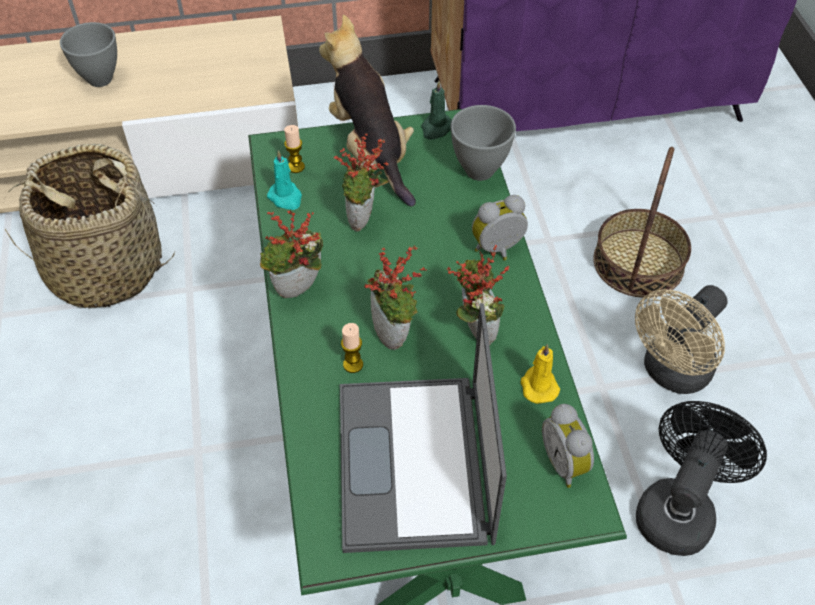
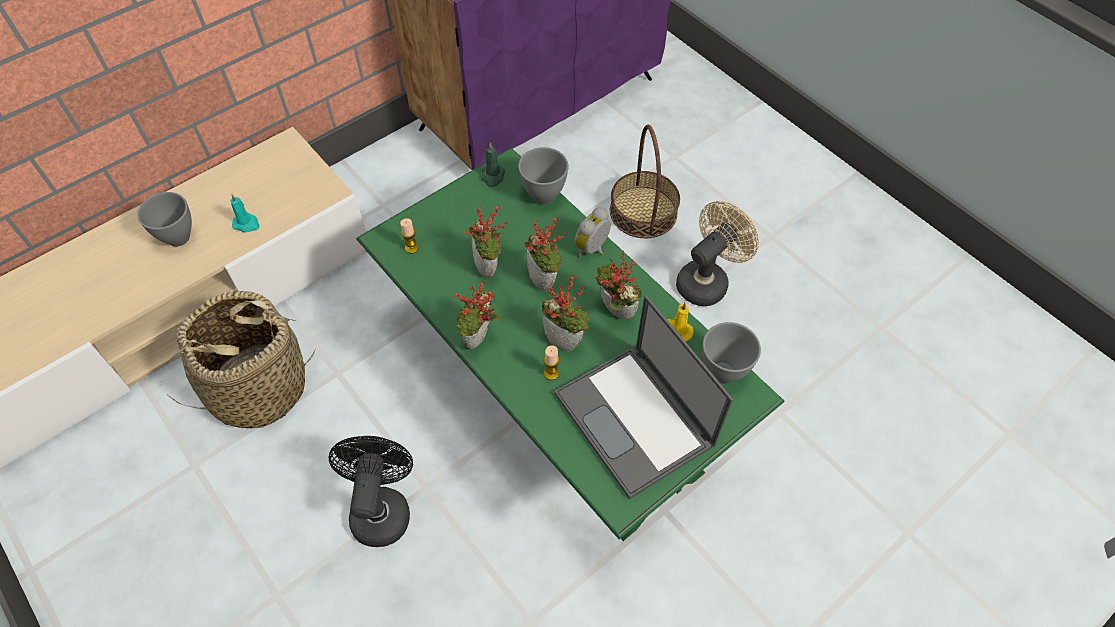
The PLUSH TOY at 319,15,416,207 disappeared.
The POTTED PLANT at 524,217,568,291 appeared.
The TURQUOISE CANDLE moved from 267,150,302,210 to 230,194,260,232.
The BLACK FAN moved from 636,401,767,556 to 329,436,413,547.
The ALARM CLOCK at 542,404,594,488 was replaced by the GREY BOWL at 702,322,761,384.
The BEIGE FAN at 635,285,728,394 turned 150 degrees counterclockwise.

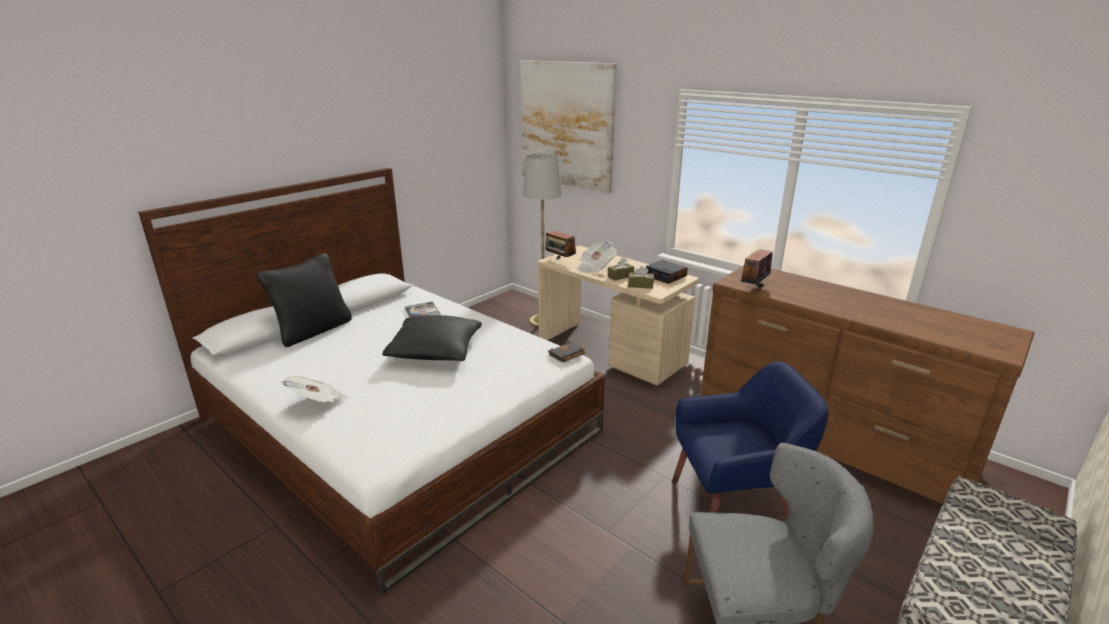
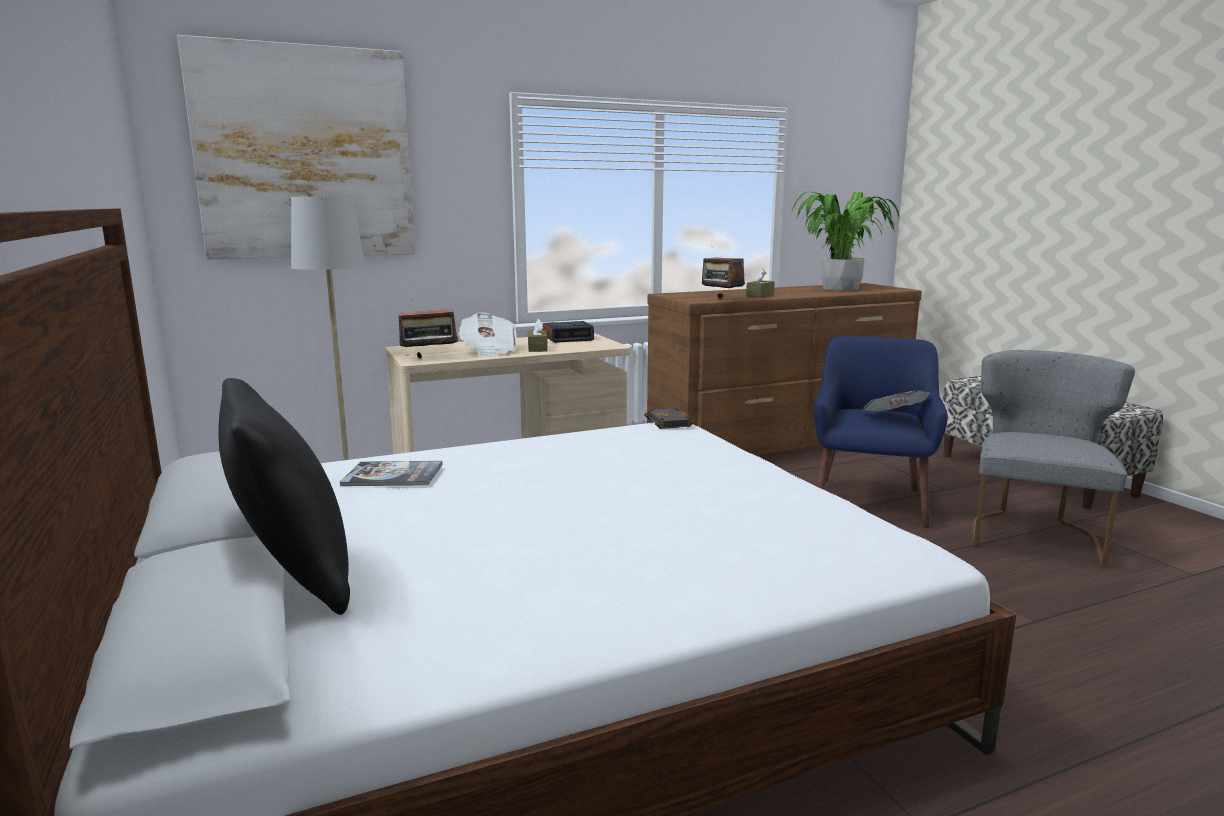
The BLACK PILLOW at 382,315,482,361 disappeared.
The POTTED PLANT at 792,192,899,291 appeared.
The NEWSPAPER moved from 280,376,348,402 to 862,390,930,411.
The BROWN TISSUE BOX moved from 628,266,654,289 to 746,269,775,298.

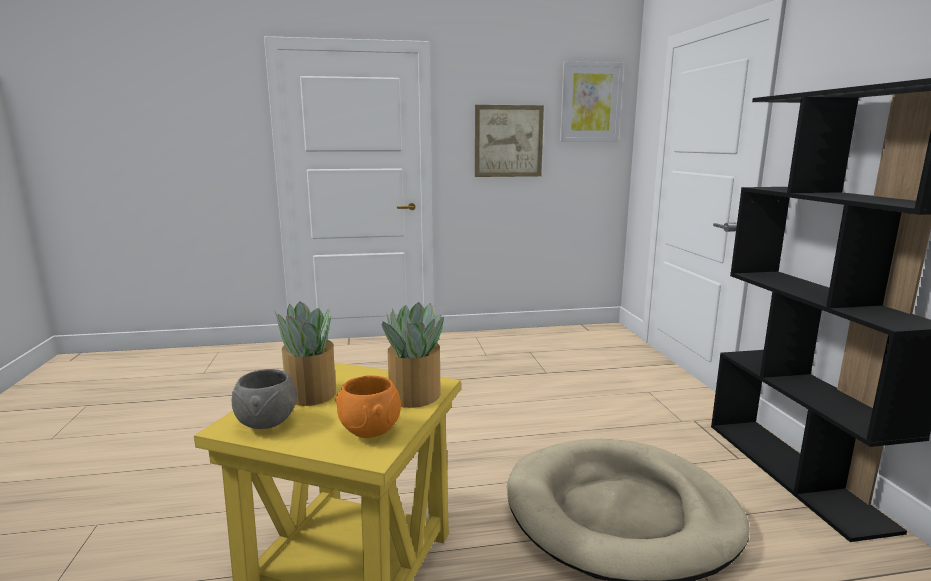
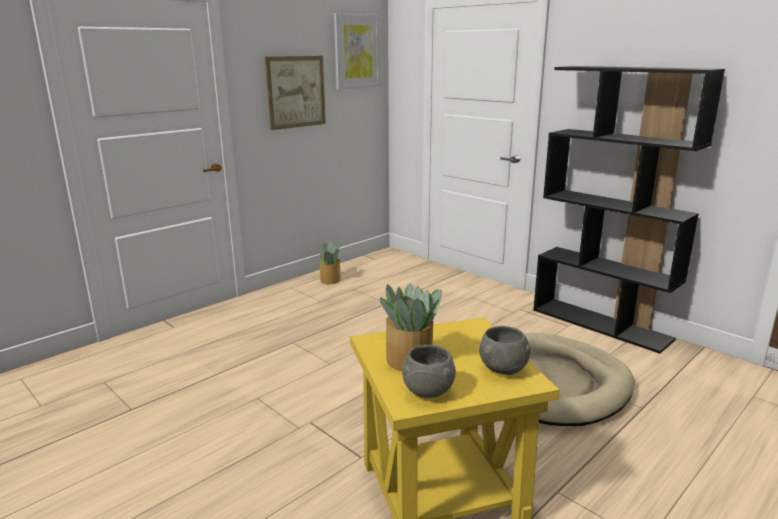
The POTTED PLANT moved from 382,302,444,408 to 318,241,341,284.
The ORANGE BOWL at 335,375,401,438 became the GREY BOWL at 479,326,530,375.

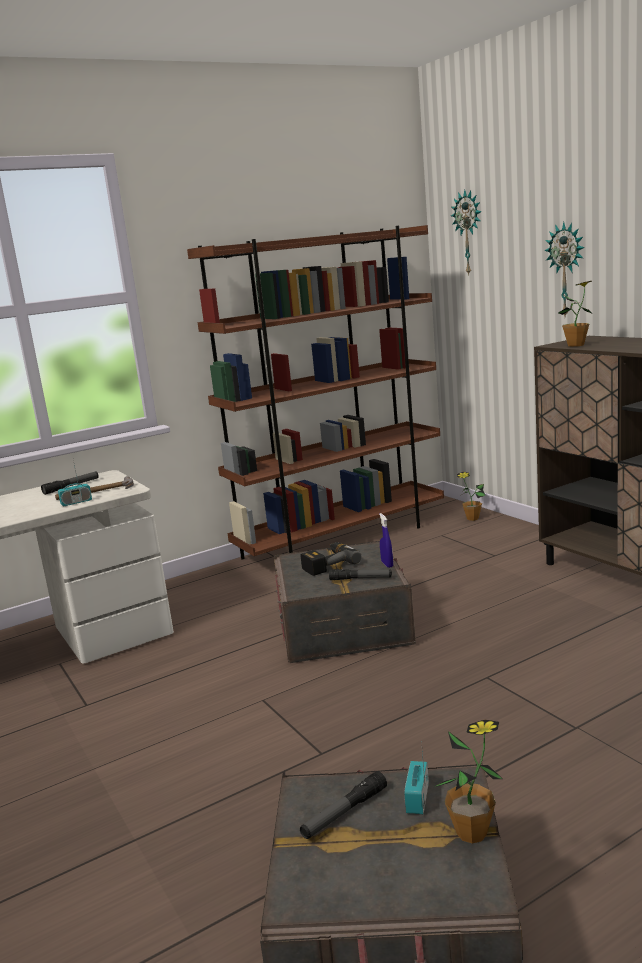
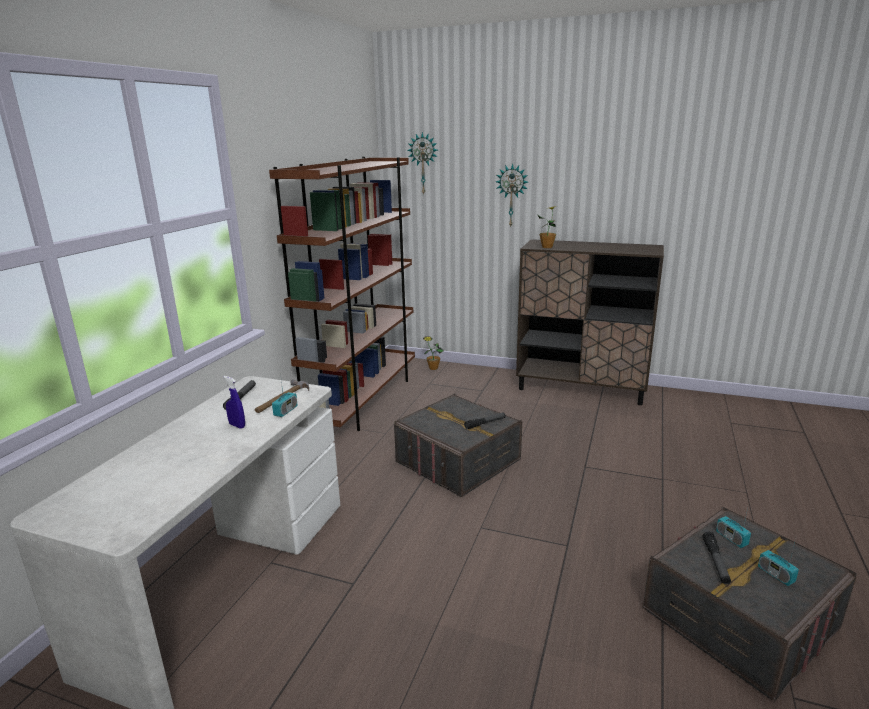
The POWER DRILL at 300,542,362,576 disappeared.
The POTTED PLANT at 435,720,503,844 disappeared.
The RADIO at 758,539,799,586 appeared.
The BLUE SPRAY BOTTLE moved from 379,513,393,568 to 223,376,245,429.

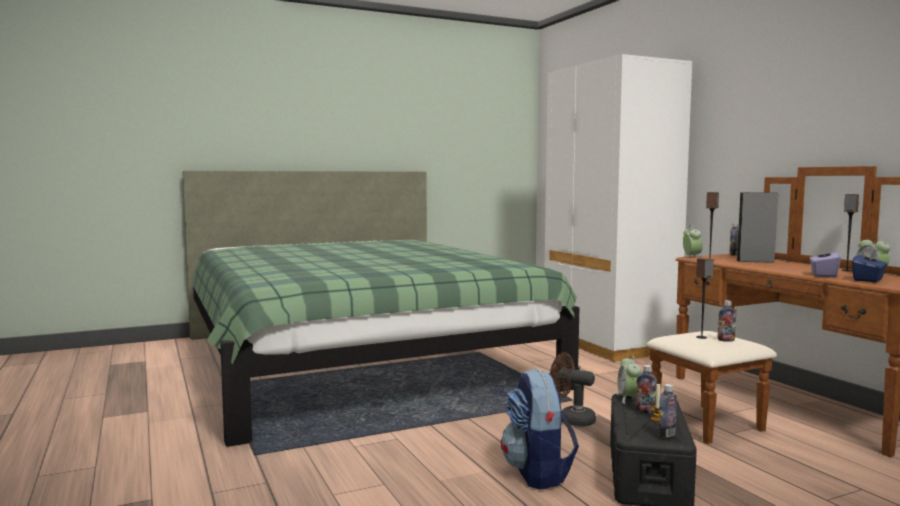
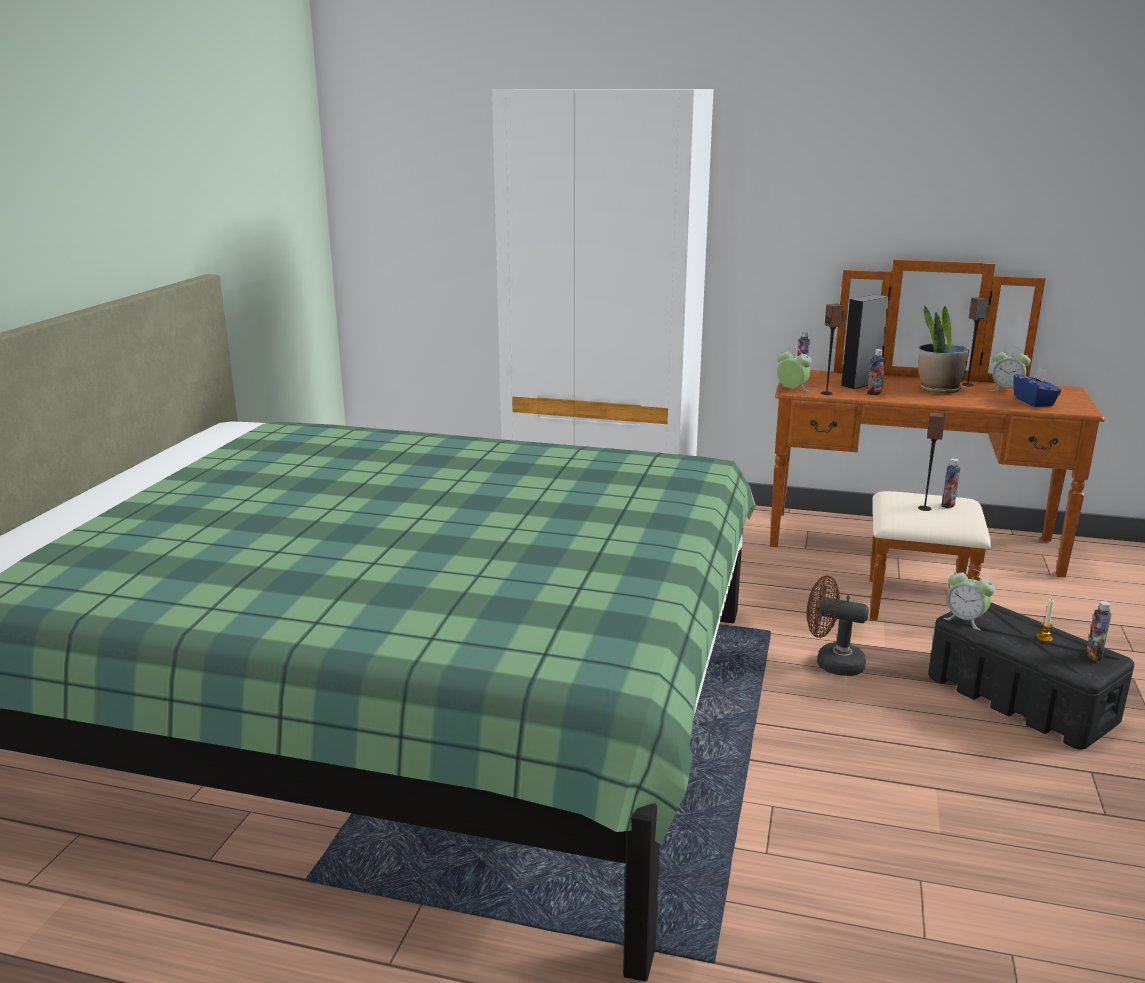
The BACKPACK at 501,368,579,490 disappeared.
The PURPLE TISSUE BOX at 809,247,841,277 disappeared.
The POTTED PLANT at 918,306,969,394 appeared.
The BOTTLE moved from 636,365,657,413 to 867,349,885,395.
The BROWN FAN at 550,352,596,426 turned 45 degrees clockwise.

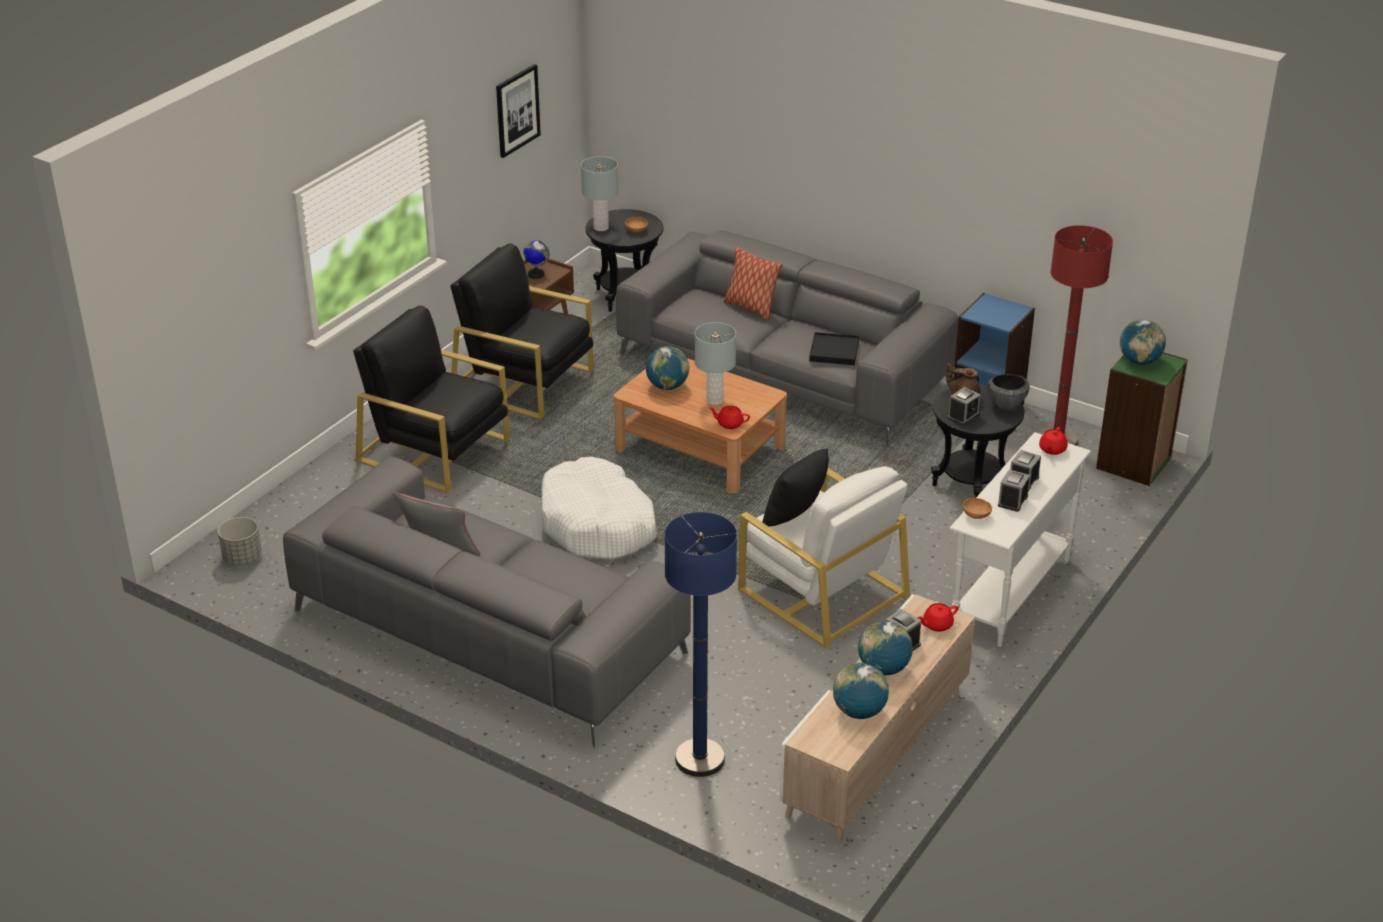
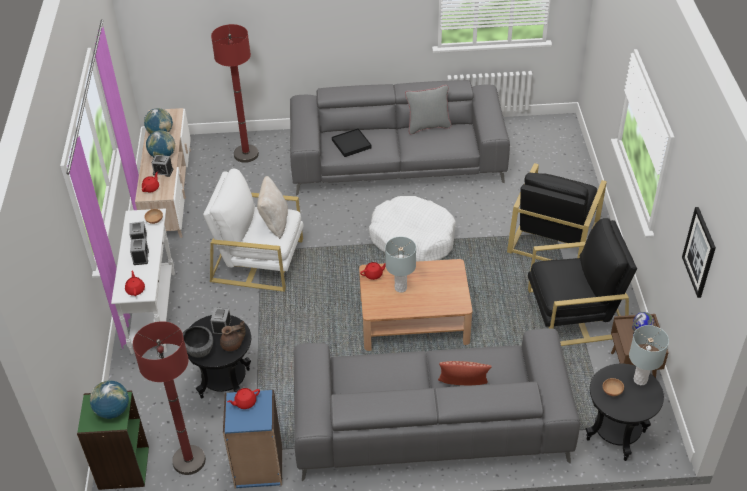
The GREY PLANTER at 218,517,262,565 disappeared.
The GLOBE at 646,346,689,390 disappeared.
The RED TEAPOT at 227,388,260,409 appeared.
The BLACK TRAY moved from 809,332,859,365 to 332,128,372,157.
The BLUE FLOOR LAMP at 665,512,737,777 became the RED FLOOR LAMP at 211,24,259,163.
The BLACK PILLOW at 762,448,829,527 became the BEIGE PILLOW at 257,176,288,239.
The BLACK ARMCHAIR at 353,306,510,493 turned 120 degrees clockwise.

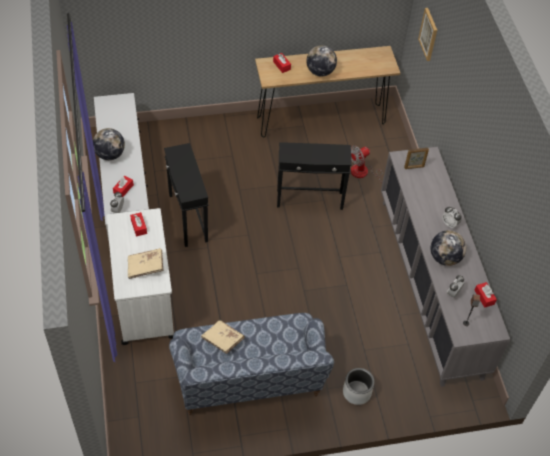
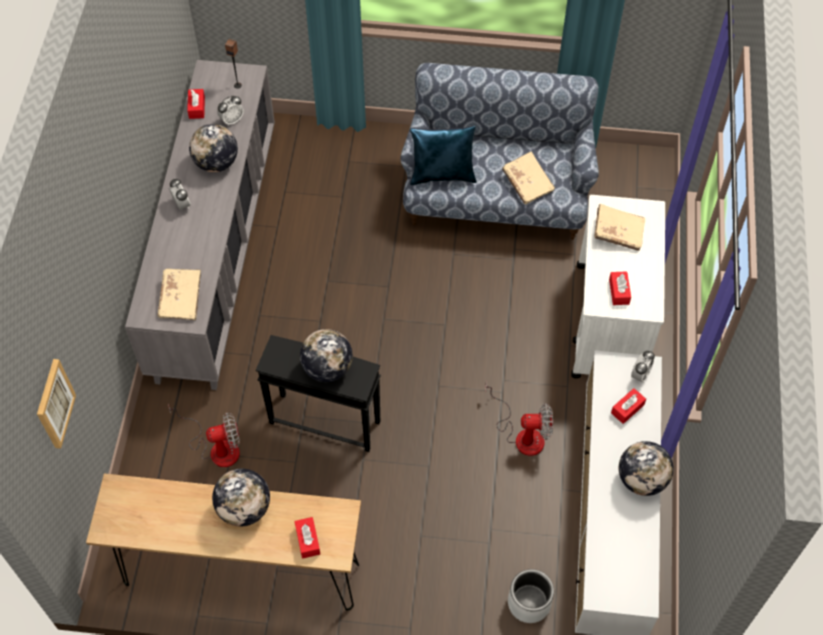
The GLOBE at 300,329,353,382 appeared.
The BLUE PILLOW at 410,126,477,185 appeared.
The GREY PLANTER moved from 343,368,374,405 to 508,569,554,623.
The BLACK SIDE TABLE at 164,143,209,247 was replaced by the FAN at 485,384,553,456.
The PICTURE FRAME at 404,148,429,169 was replaced by the BEIGE BOOK at 158,269,201,320.

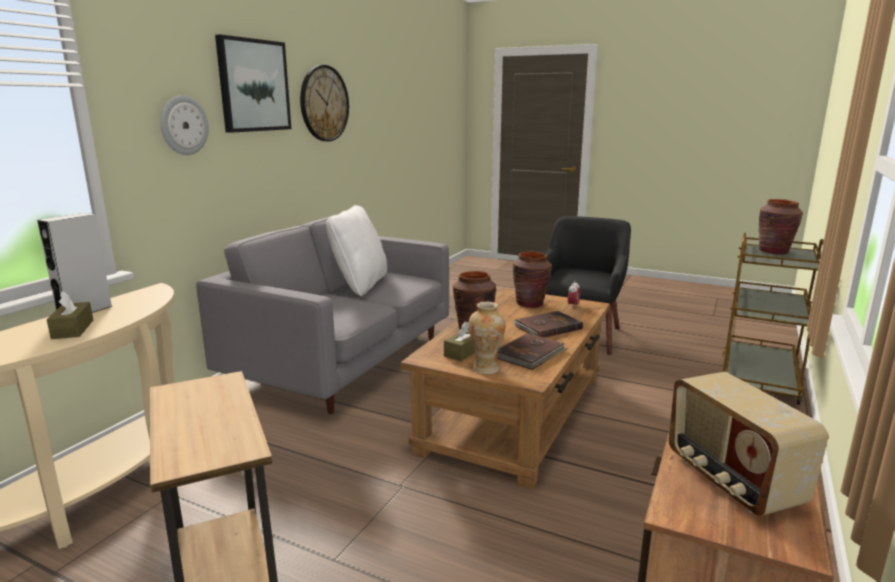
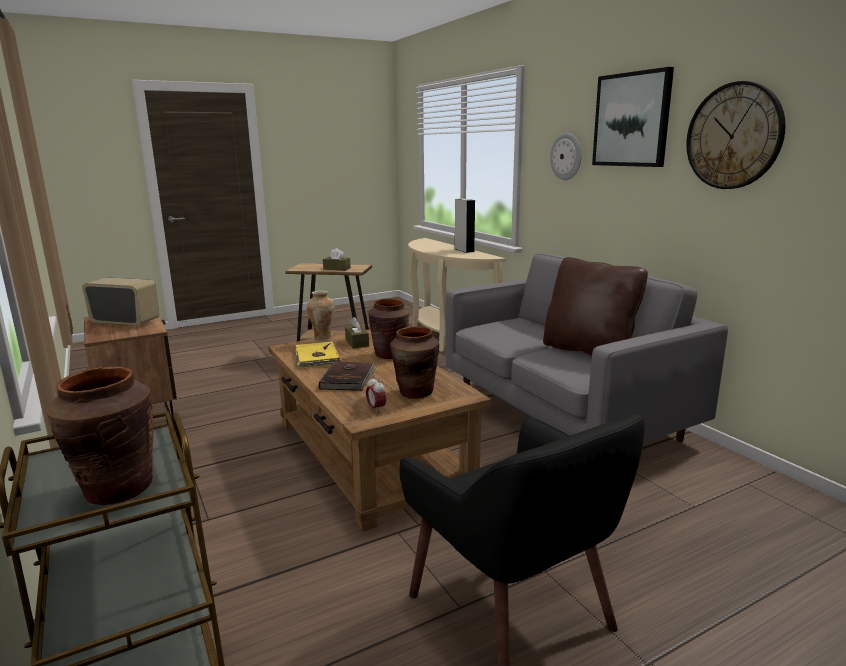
The BROWN TISSUE BOX moved from 47,291,93,339 to 323,248,351,271.
The WHITE PILLOW at 326,205,387,296 became the BROWN PILLOW at 543,257,648,356.
The BROWN BOOK at 497,333,568,370 became the YELLOW BOOK at 295,341,340,368.

